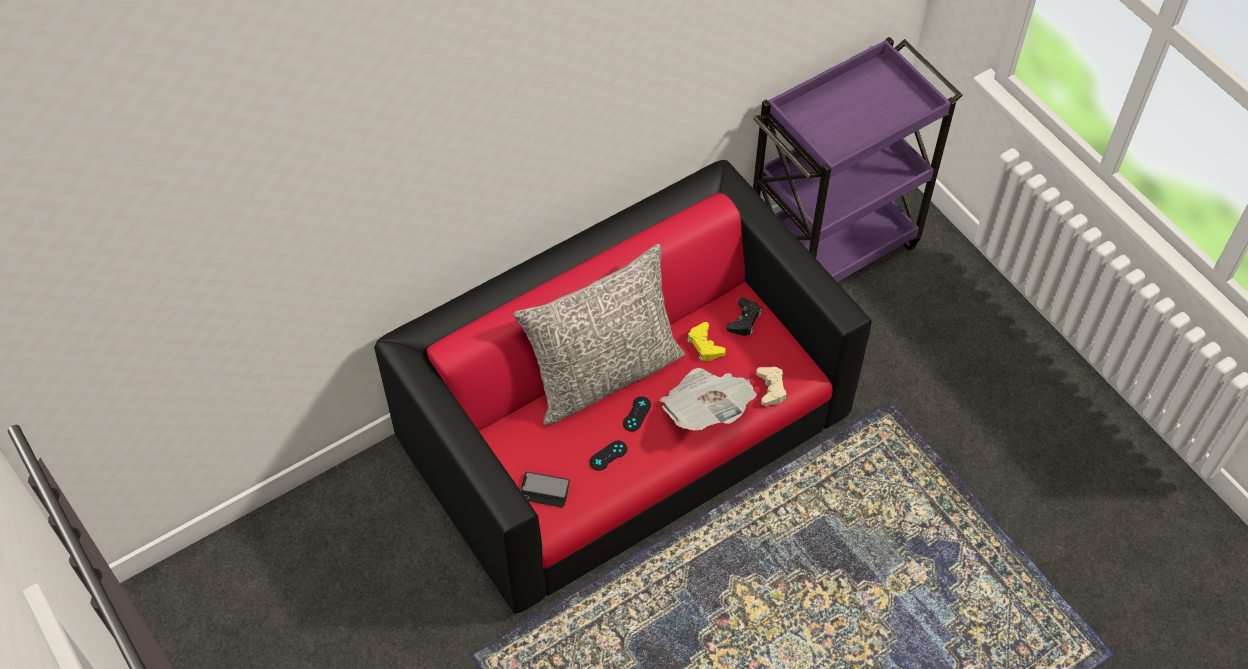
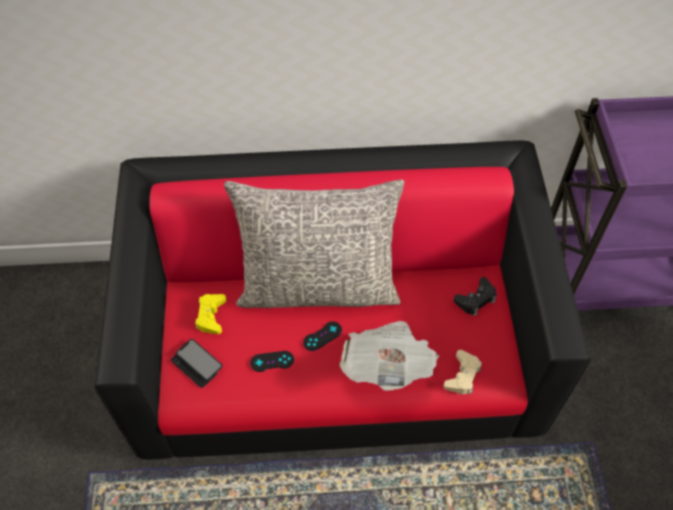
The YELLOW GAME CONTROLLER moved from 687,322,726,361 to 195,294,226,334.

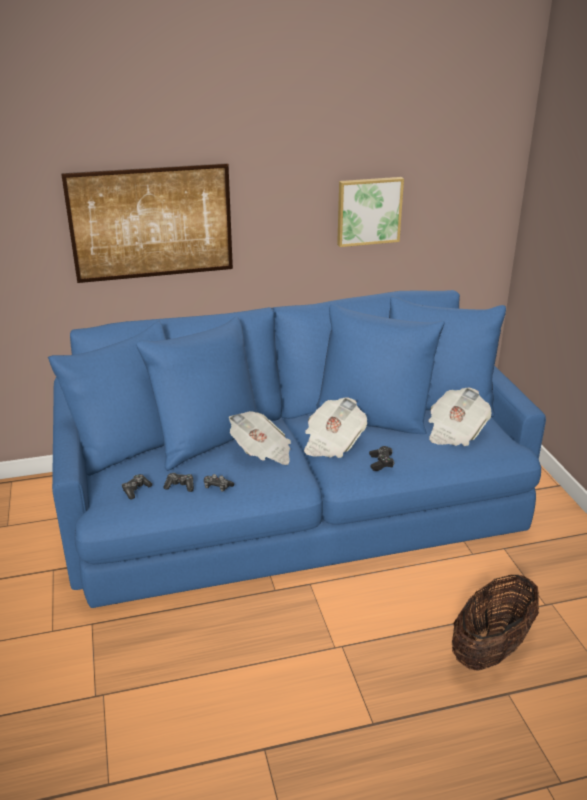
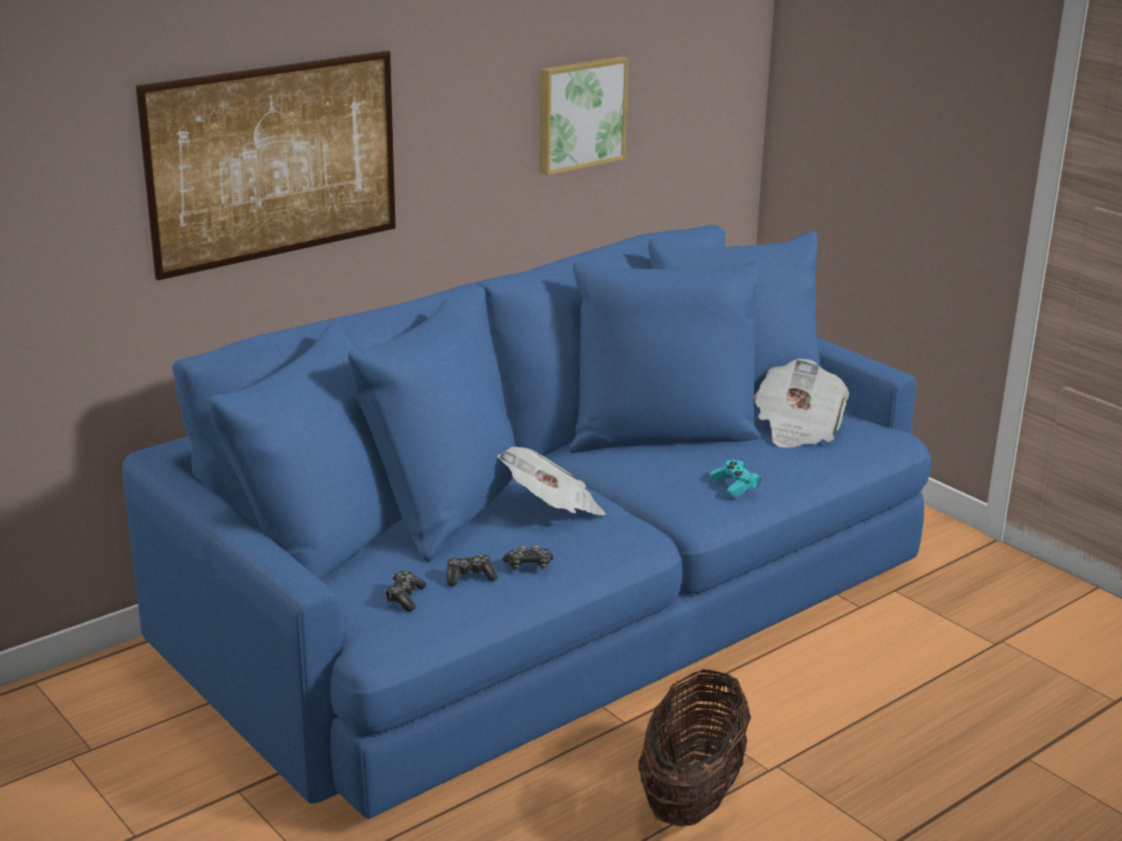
The NEWSPAPER at 304,397,367,458 disappeared.
The BASKET moved from 452,575,539,671 to 638,668,751,827.
The BLACK GAME CONTROLLER at 369,446,394,471 became the TURQUOISE GAME CONTROLLER at 710,460,761,498.

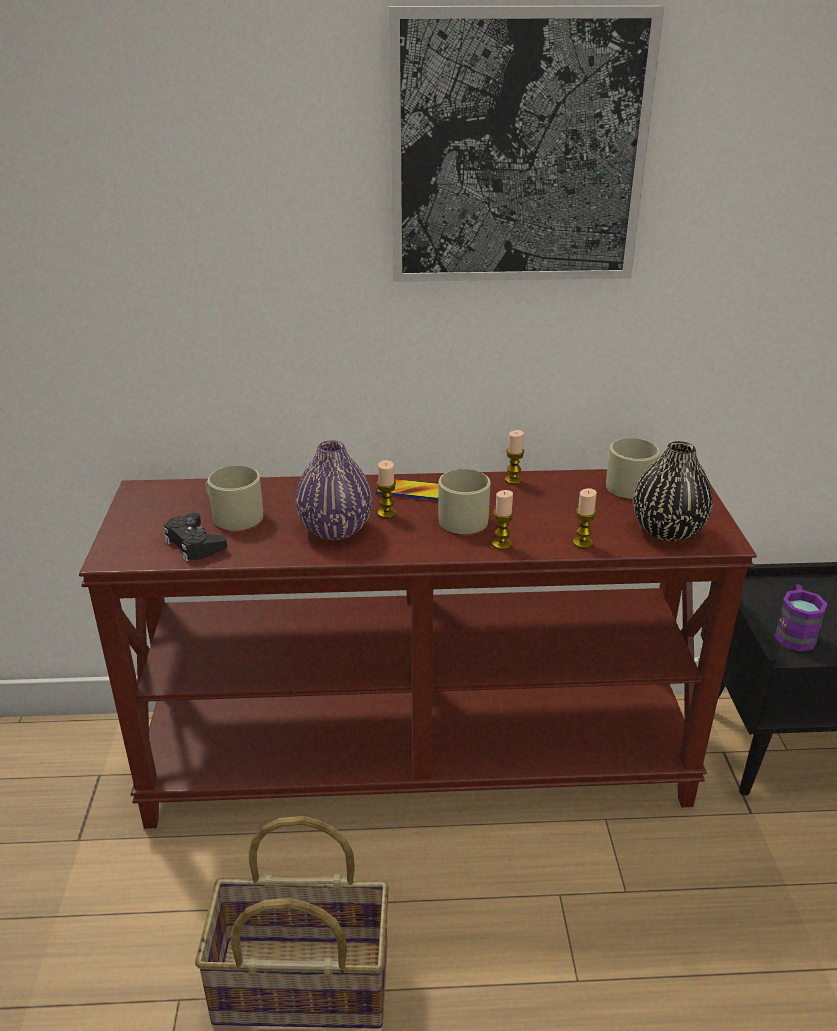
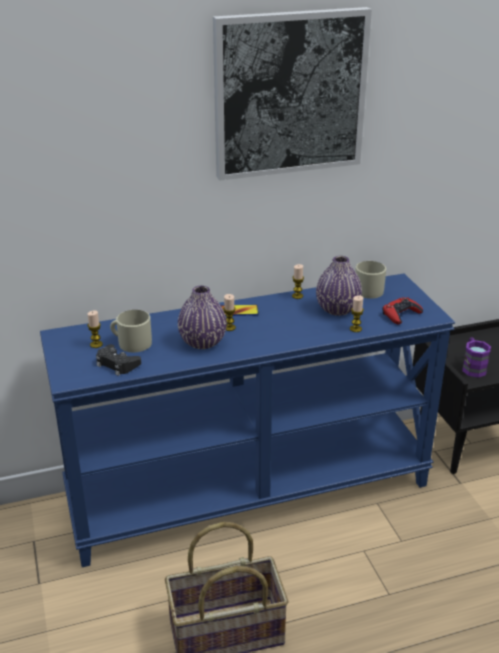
The BEIGE MUG at 438,469,490,534 disappeared.
The PURPLE VASE at 316,256,362,316 appeared.
The CANDLE moved from 492,490,514,550 to 88,311,103,348.
The BLACK VASE at 634,441,713,541 was replaced by the RED GAME CONTROLLER at 382,297,423,324.
The BROWN CONSOLE TABLE at 79,469,757,829 became the BLUE CONSOLE TABLE at 40,273,455,567.

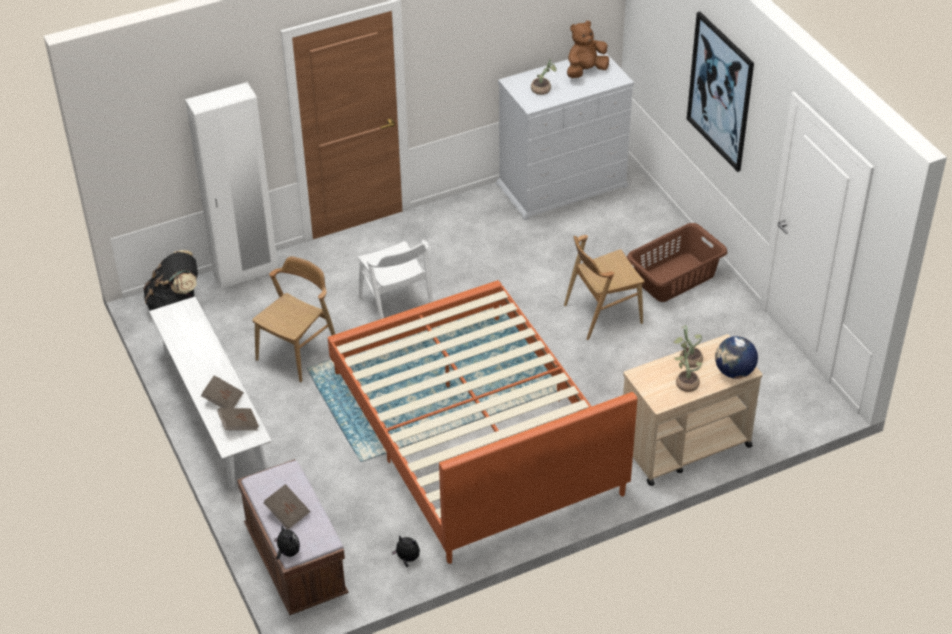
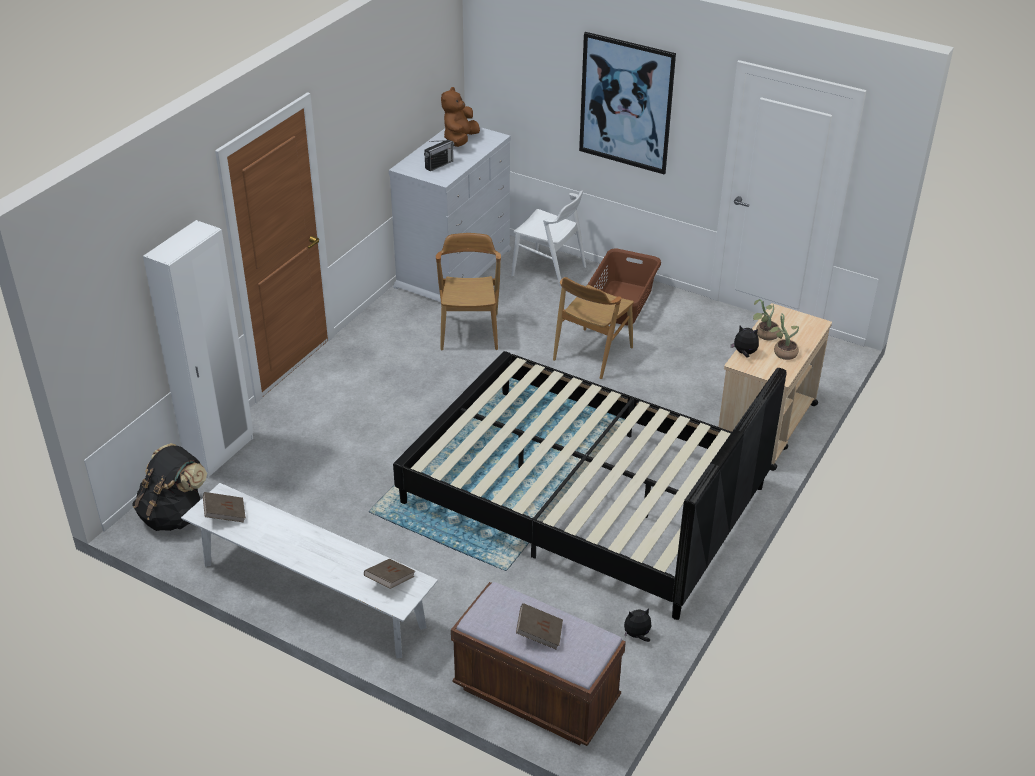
The GLOBE at 715,336,758,379 disappeared.
The BROWN BOOK moved from 201,375,244,408 to 203,492,246,523.
The BROWN CHAIR moved from 252,256,335,382 to 436,233,501,350.
The PLUSH TOY moved from 274,525,300,560 to 731,326,759,358.
The WHITE CHAIR moved from 358,240,433,319 to 512,191,586,290.
The POTTED PLANT at 531,59,557,95 was replaced by the RADIO at 424,140,454,171.
The ORANGE BED at 328,280,637,564 became the BLACK BED at 393,351,787,620.

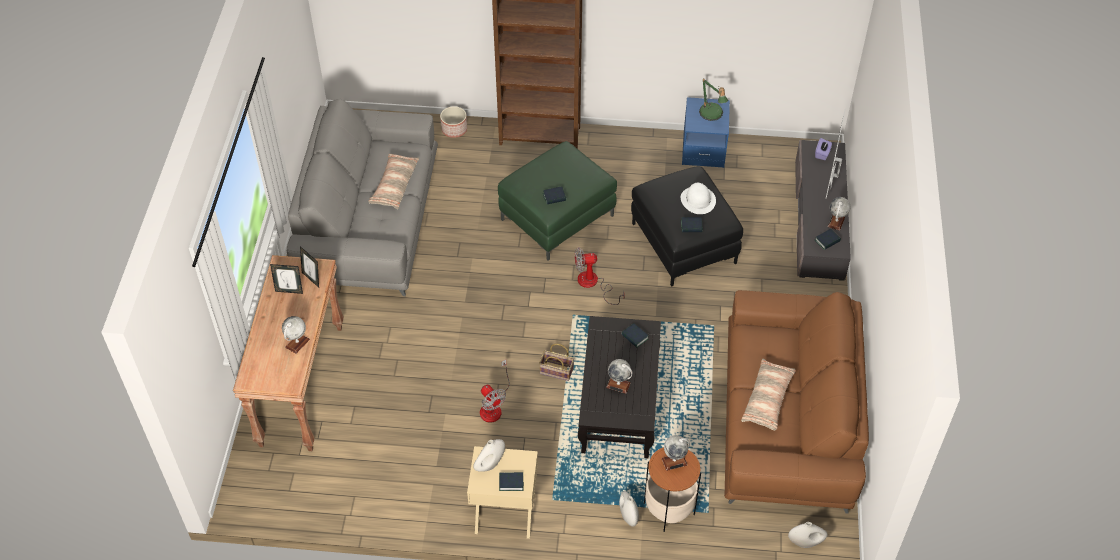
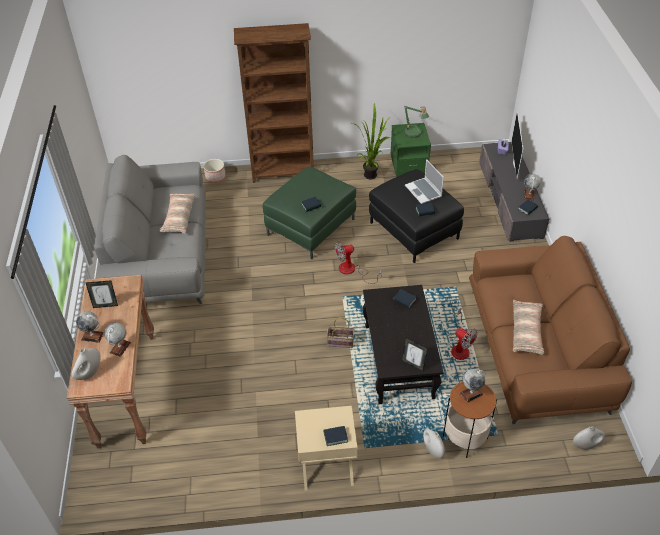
The POTTED PLANT at 352,103,390,180 appeared.
The PICTURE FRAME moved from 300,246,319,288 to 402,337,428,372.
The WHITE VASE moved from 473,439,505,472 to 71,348,101,380.
The FAN moved from 480,359,510,423 to 449,308,477,360.
The GLOBE moved from 606,359,633,394 to 76,311,104,343.
The WHITE HAT at 681,183,716,214 was replaced by the LAPTOP at 405,159,444,204.
The BLUE NIGHTSTAND at 682,97,730,168 became the GREEN NIGHTSTAND at 391,123,431,177.

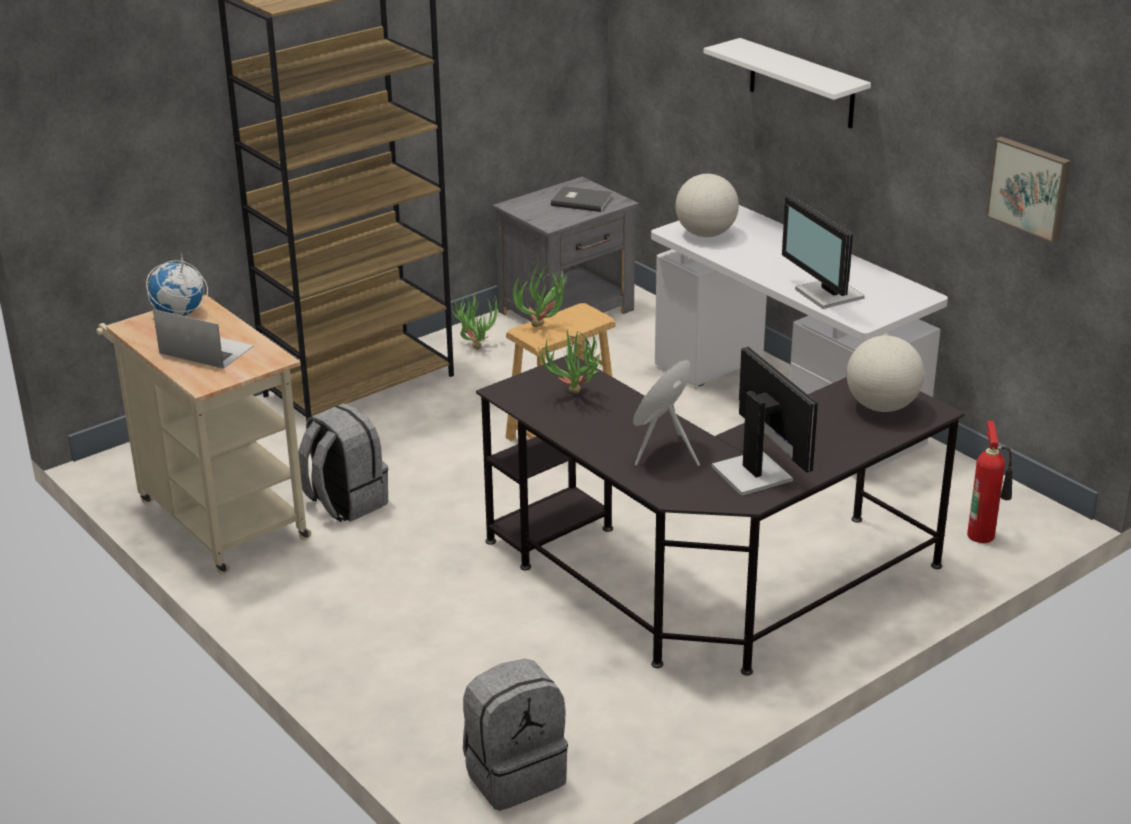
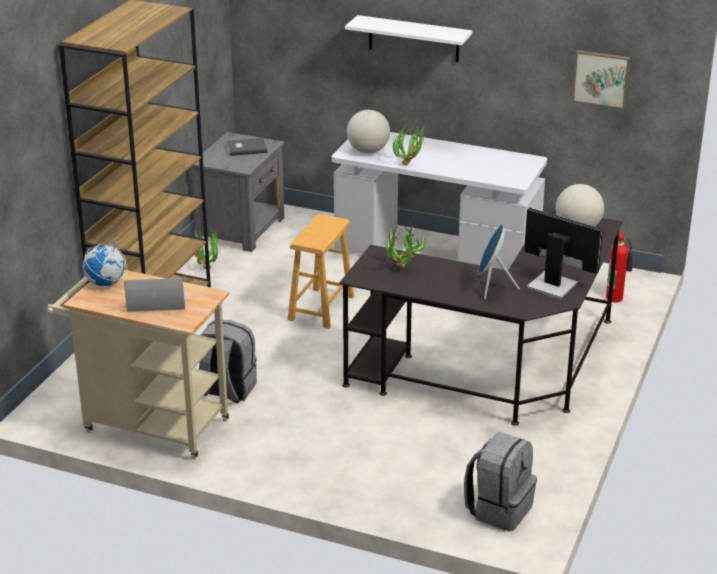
The MONITOR at 782,196,865,309 disappeared.
The POTTED PLANT moved from 513,264,567,327 to 393,123,426,165.

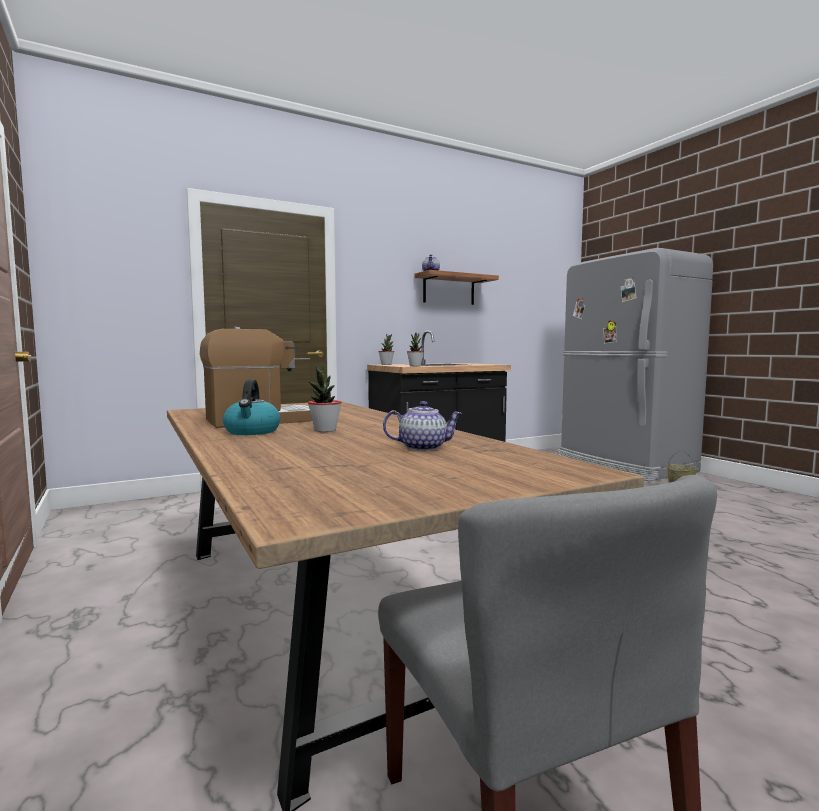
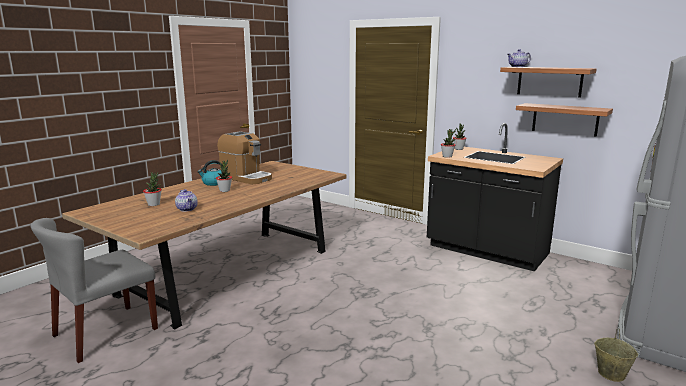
The POTTED PLANT at 143,172,162,206 appeared.
The SHELF at 516,103,613,137 appeared.

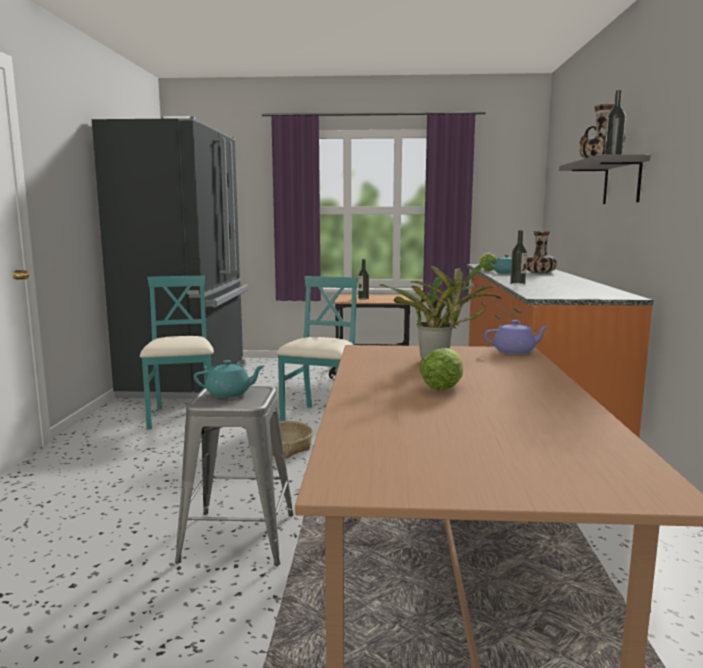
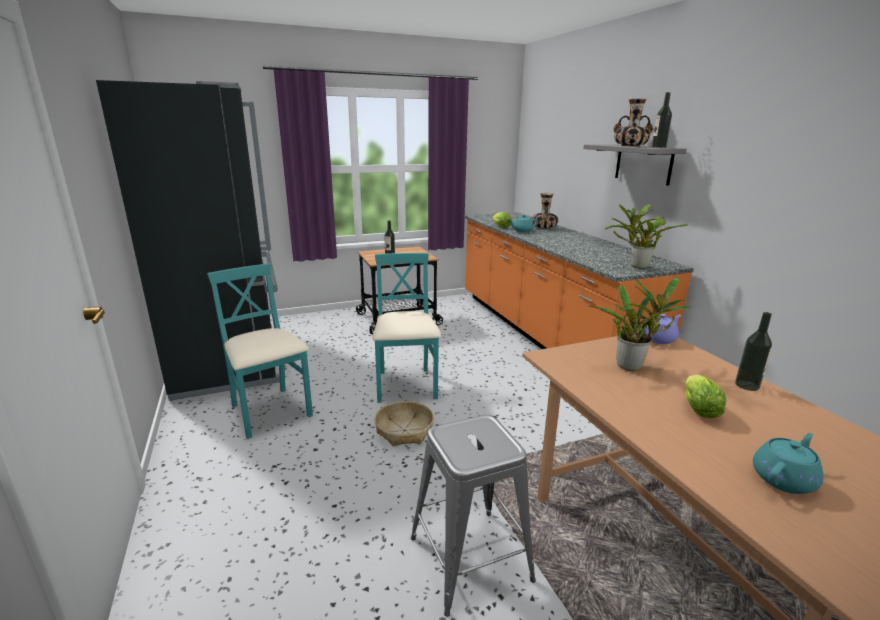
The POTTED PLANT at 605,204,688,269 appeared.
The TURQUOISE TEAPOT moved from 194,360,265,398 to 753,433,823,494.
The BOTTLE moved from 510,230,527,285 to 735,312,772,391.

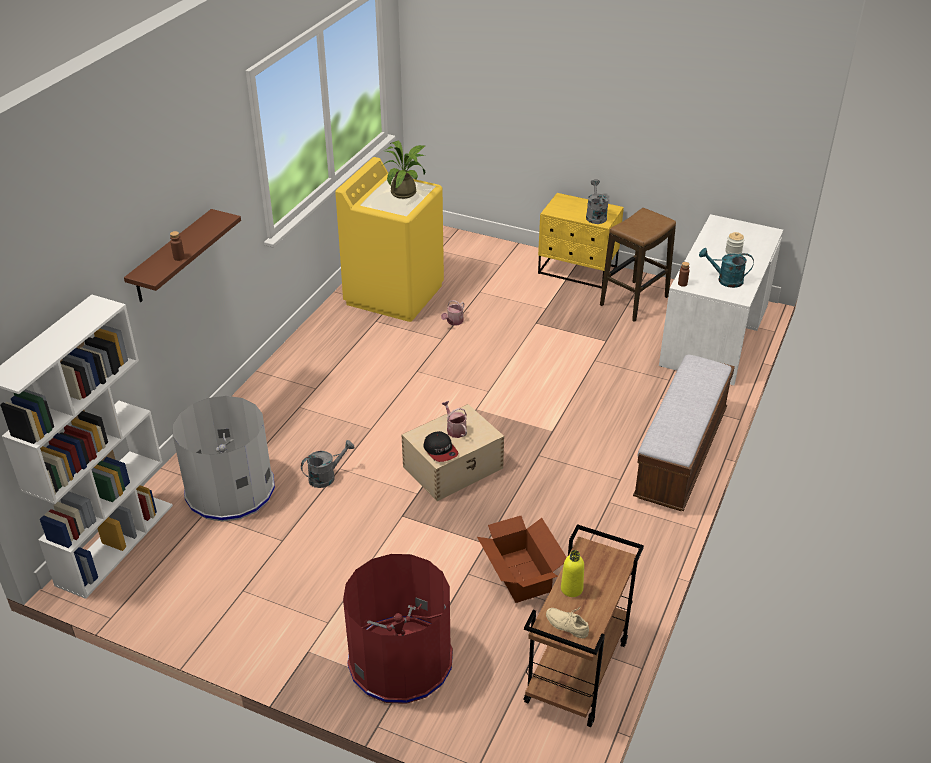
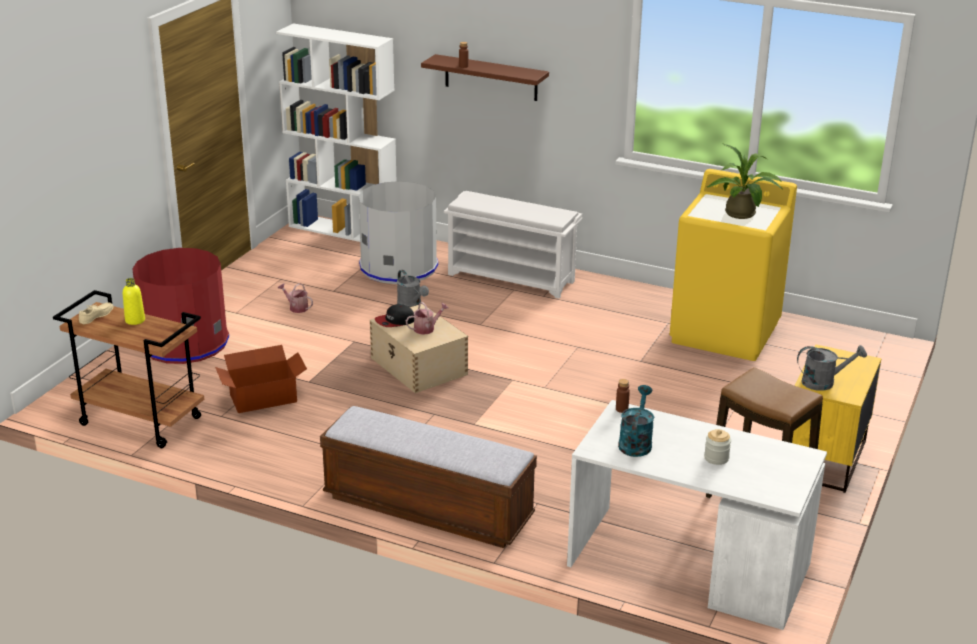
The WHITE SHOE RACK at 444,191,582,299 appeared.
The WATERING CAN moved from 441,300,464,326 to 278,283,313,313.

